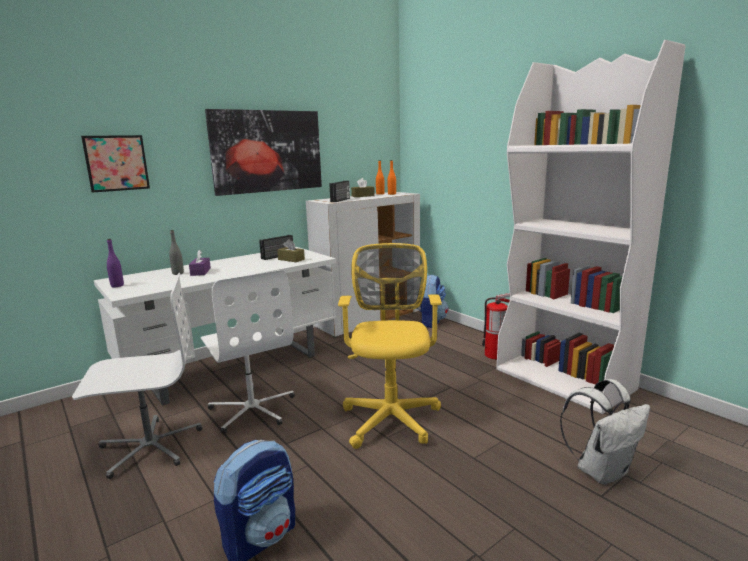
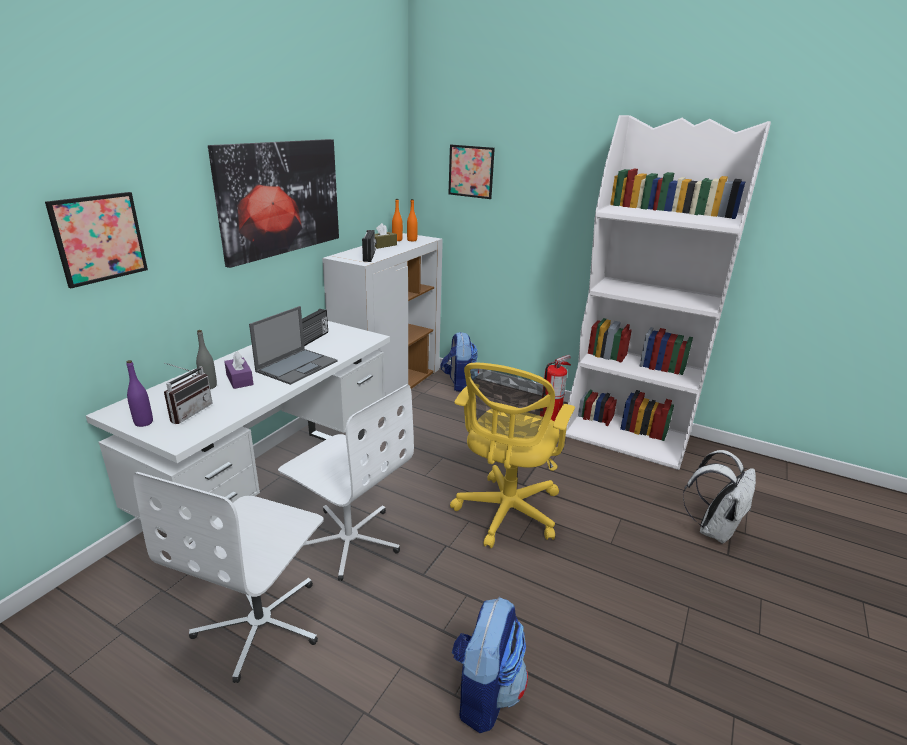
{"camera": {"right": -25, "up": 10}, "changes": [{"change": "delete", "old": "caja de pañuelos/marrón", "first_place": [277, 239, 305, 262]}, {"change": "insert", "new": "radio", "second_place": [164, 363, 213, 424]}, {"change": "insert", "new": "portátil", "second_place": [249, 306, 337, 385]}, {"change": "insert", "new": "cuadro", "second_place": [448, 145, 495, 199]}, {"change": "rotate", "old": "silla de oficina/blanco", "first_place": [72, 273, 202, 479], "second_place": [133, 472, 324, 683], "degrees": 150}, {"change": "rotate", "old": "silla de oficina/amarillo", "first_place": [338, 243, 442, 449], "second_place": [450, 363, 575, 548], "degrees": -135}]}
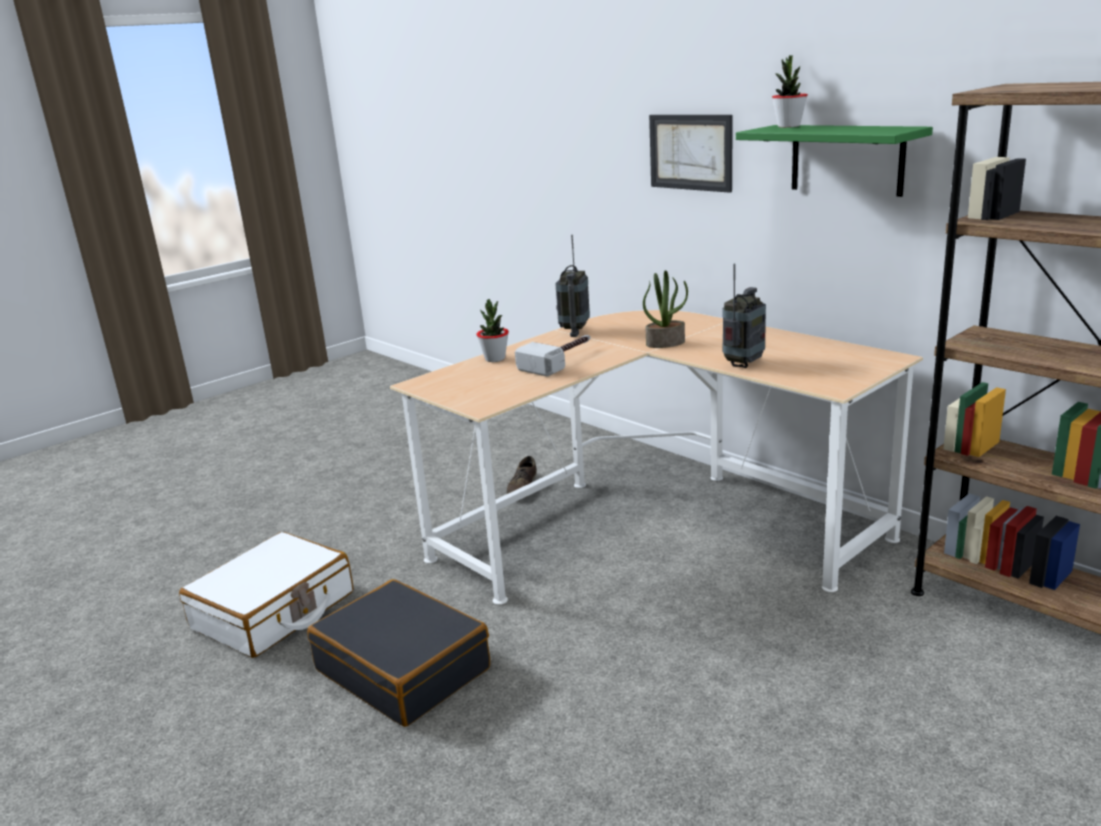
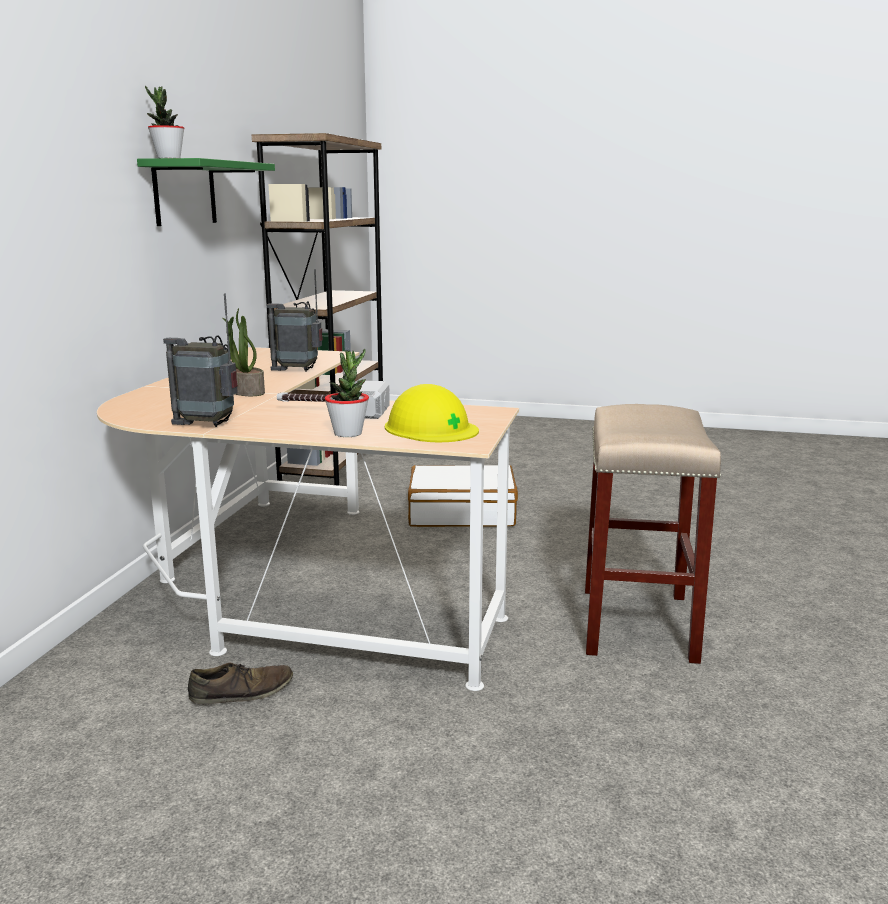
{"camera": {"right": -125, "up": -5}, "changes": [{"change": "delete", "old": "cuadro", "first_place": [649, 115, 733, 193]}, {"change": "insert", "new": "casco/amarillo", "second_place": [385, 384, 479, 442]}, {"change": "move", "old": "maleta/blanco", "first_place": [179, 532, 353, 658], "second_place": [408, 465, 518, 527]}, {"change": "replace", "old": "maleta/negro", "new": "taburete/beis", "first_place": [307, 579, 490, 727], "second_place": [585, 404, 721, 664]}, {"change": "rotate", "old": "radio", "first_place": [555, 235, 590, 337], "second_place": [163, 294, 238, 427], "degrees": -150}]}
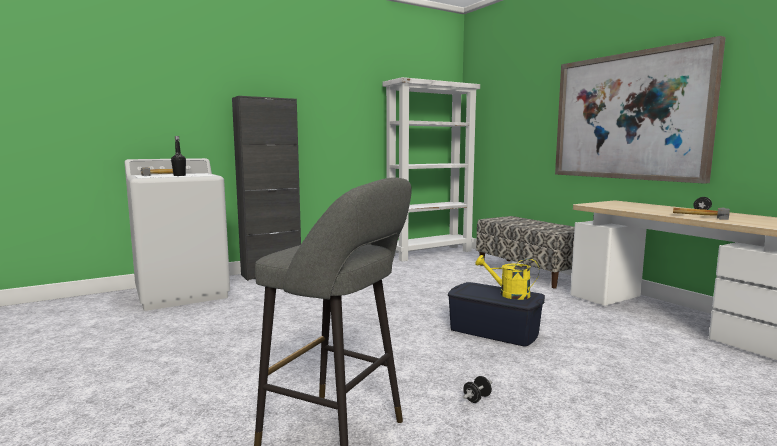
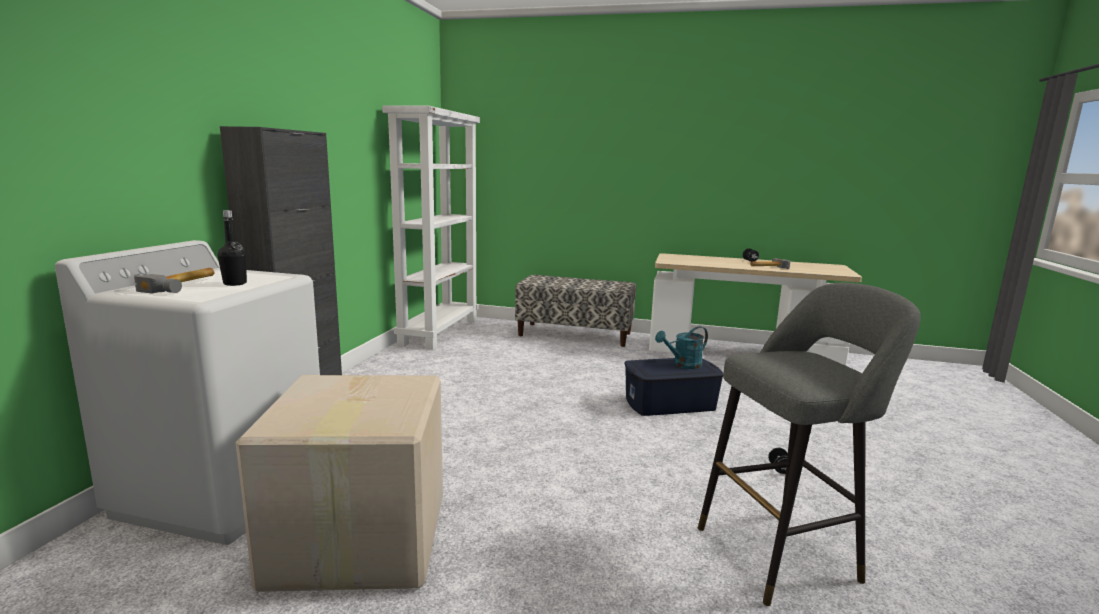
{"camera": {"right": -45, "up": 5}, "changes": [{"change": "delete", "old": "cuadro", "first_place": [555, 36, 726, 184]}, {"change": "insert", "new": "caja de cartón", "second_place": [235, 375, 443, 592]}, {"change": "recolor", "old": "regadera/amarillo", "new": "regadera/turquesa", "first_place": [475, 255, 539, 300], "second_place": [655, 326, 708, 369]}]}
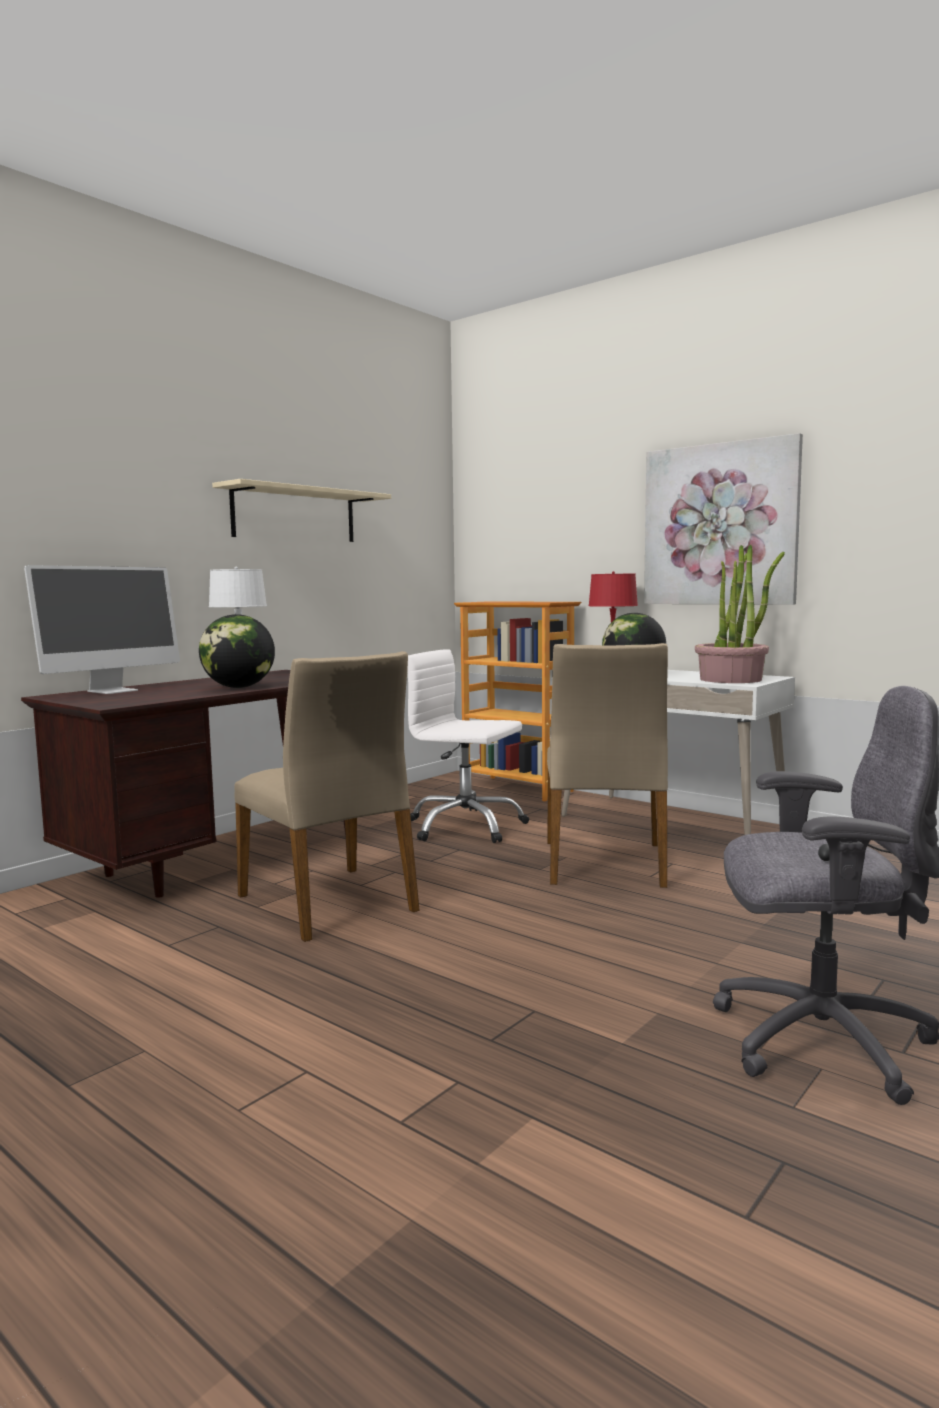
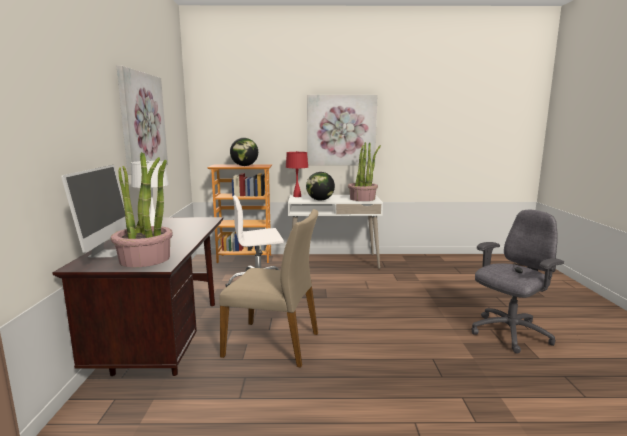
{"camera": {"right": -40, "up": 5}, "changes": [{"change": "delete", "old": "silla/beis", "first_place": [547, 643, 668, 888]}, {"change": "insert", "new": "planta en maceta", "second_place": [111, 152, 173, 267]}, {"change": "move", "old": "globo terráqueo", "first_place": [199, 614, 275, 688], "second_place": [230, 138, 258, 166]}, {"change": "replace", "old": "estante/beis", "new": "cuadro", "first_place": [212, 479, 391, 542], "second_place": [117, 66, 168, 175]}]}
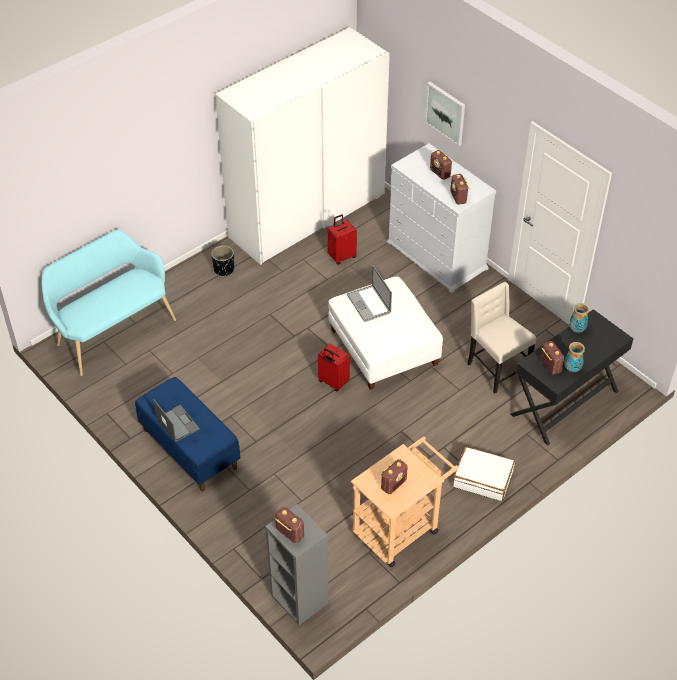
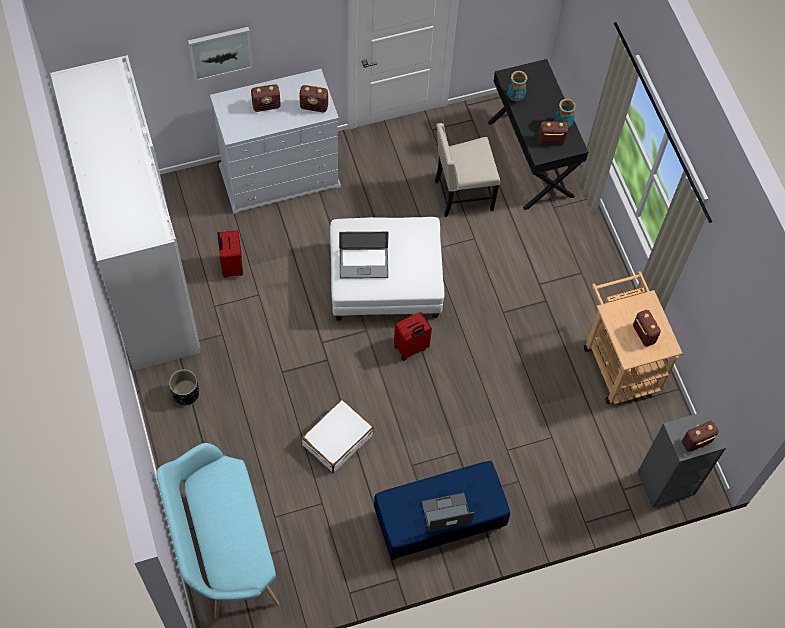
{"camera": {"right": -70, "up": 15}, "changes": [{"change": "move", "old": "maleta/blanco", "first_place": [453, 447, 515, 501], "second_place": [301, 399, 374, 473]}]}
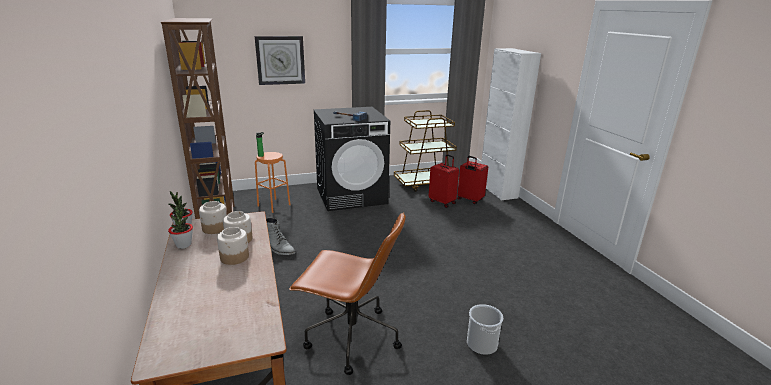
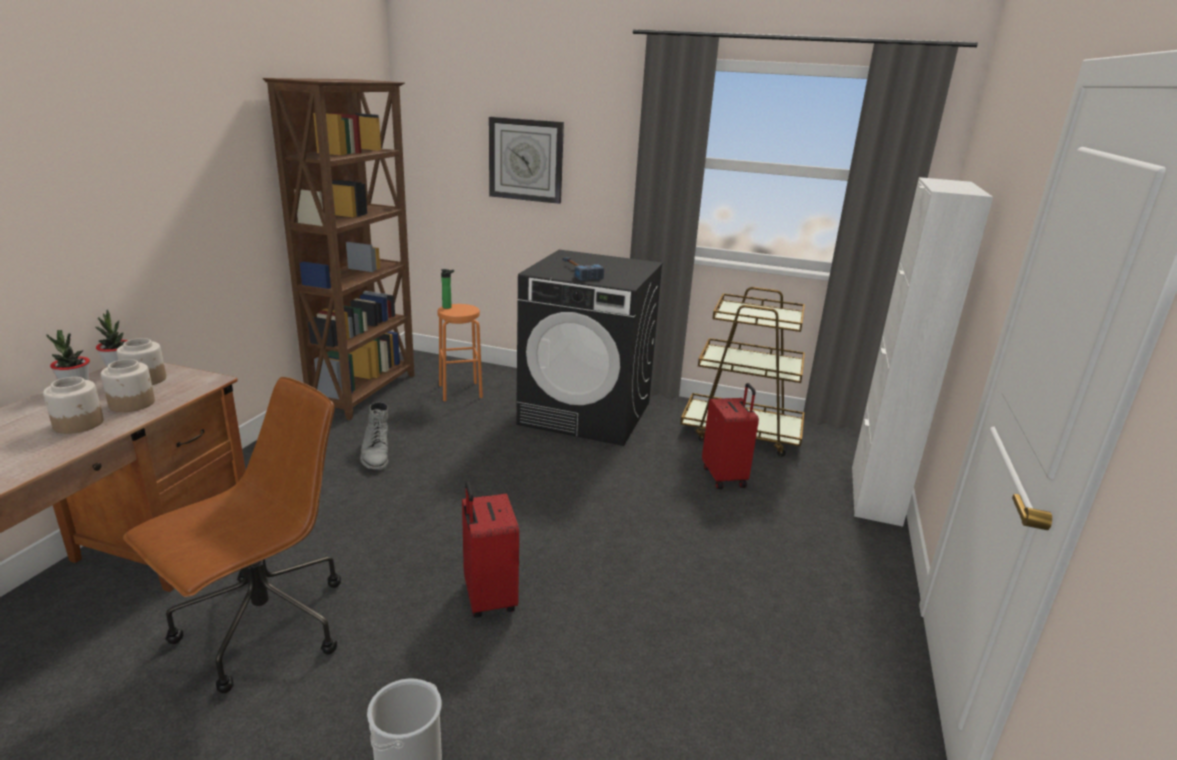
{"camera": {"right": 35, "up": 0}, "changes": [{"change": "move", "old": "maleta/rojo", "first_place": [457, 156, 488, 204], "second_place": [462, 482, 519, 618]}, {"change": "rotate", "old": "silla de oficina/marrón", "first_place": [289, 212, 406, 375], "second_place": [123, 377, 341, 693], "degrees": -105}]}
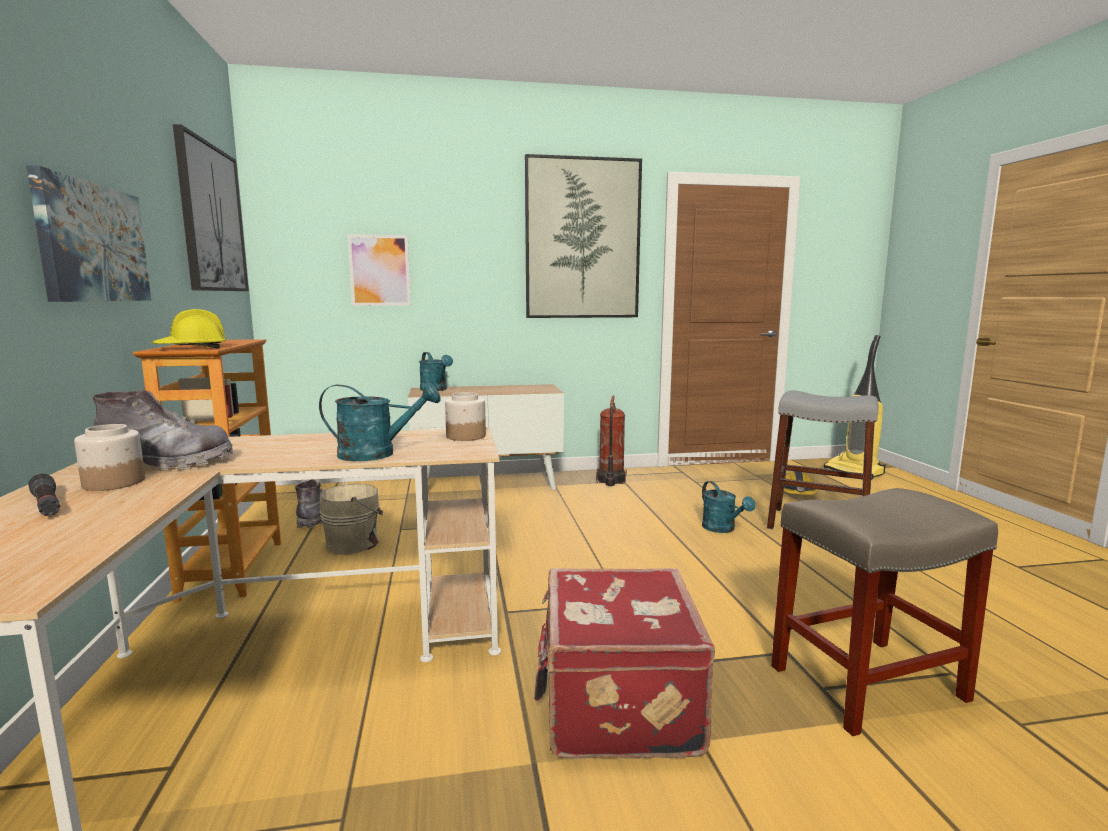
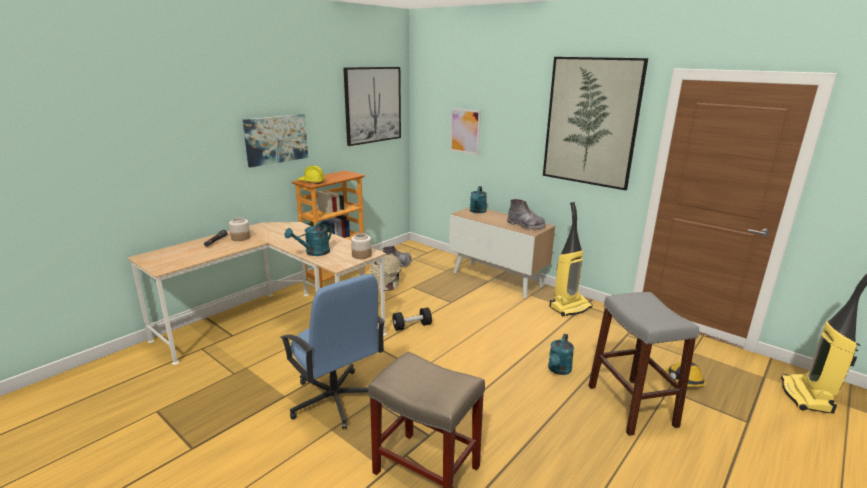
{"camera": {"right": 50, "up": 10}, "changes": [{"change": "insert", "new": "mancuerna/negro", "second_place": [393, 307, 432, 331]}, {"change": "move", "old": "bota/gris", "first_place": [92, 389, 234, 470], "second_place": [507, 199, 546, 230]}, {"change": "replace", "old": "maleta/rojo", "new": "silla de oficina/azul", "first_place": [534, 568, 715, 759], "second_place": [280, 274, 385, 429]}, {"change": "replace", "old": "extintor", "new": "aspiradora", "first_place": [596, 396, 627, 486], "second_place": [549, 202, 593, 316]}, {"change": "rotate", "old": "regadera/turquesa", "first_place": [319, 382, 441, 461], "second_place": [284, 220, 332, 256], "degrees": 90}]}
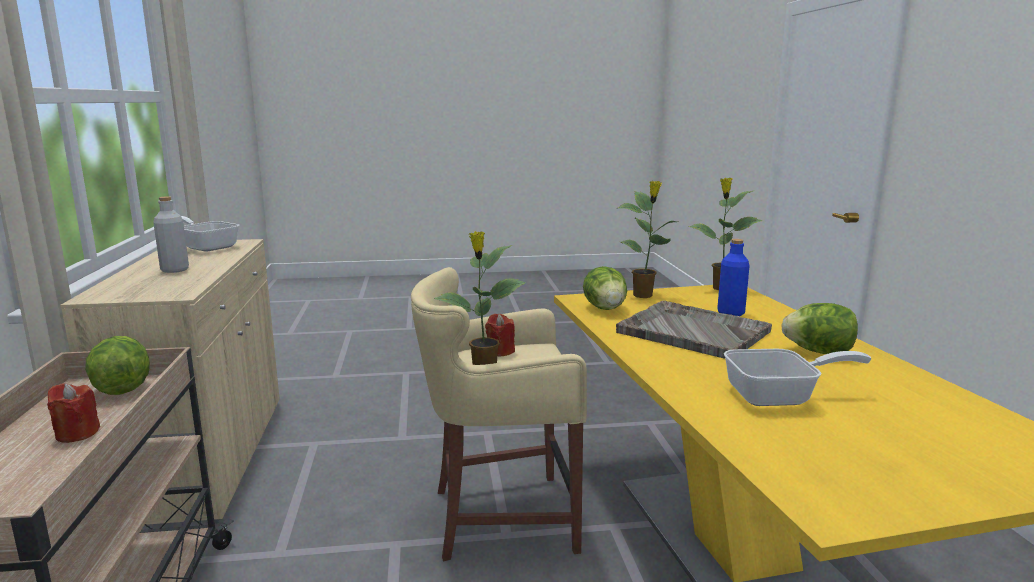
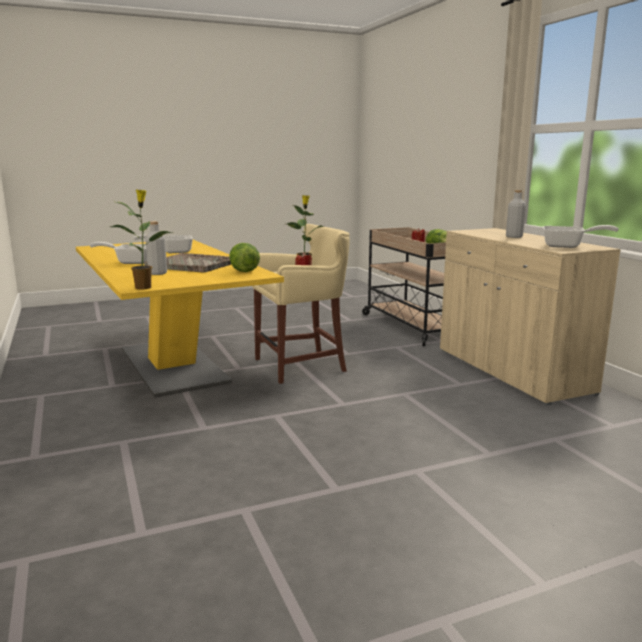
{"camera": {"right": 165, "up": 0}, "changes": [{"change": "delete", "old": "planta en maceta", "first_place": [618, 181, 677, 298]}, {"change": "replace", "old": "lechuga", "new": "sartén", "first_place": [781, 303, 858, 354], "second_place": [89, 242, 147, 264]}, {"change": "recolor", "old": "botella/azul", "new": "botella/gris", "first_place": [717, 239, 750, 316], "second_place": [146, 221, 167, 275]}]}
